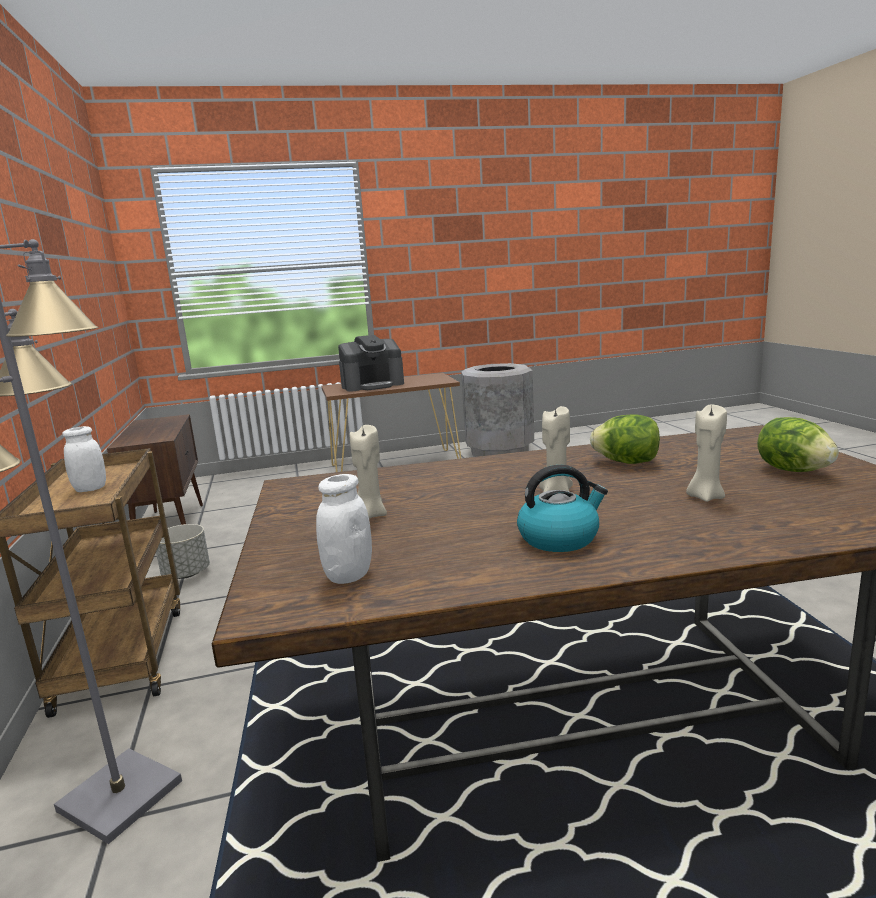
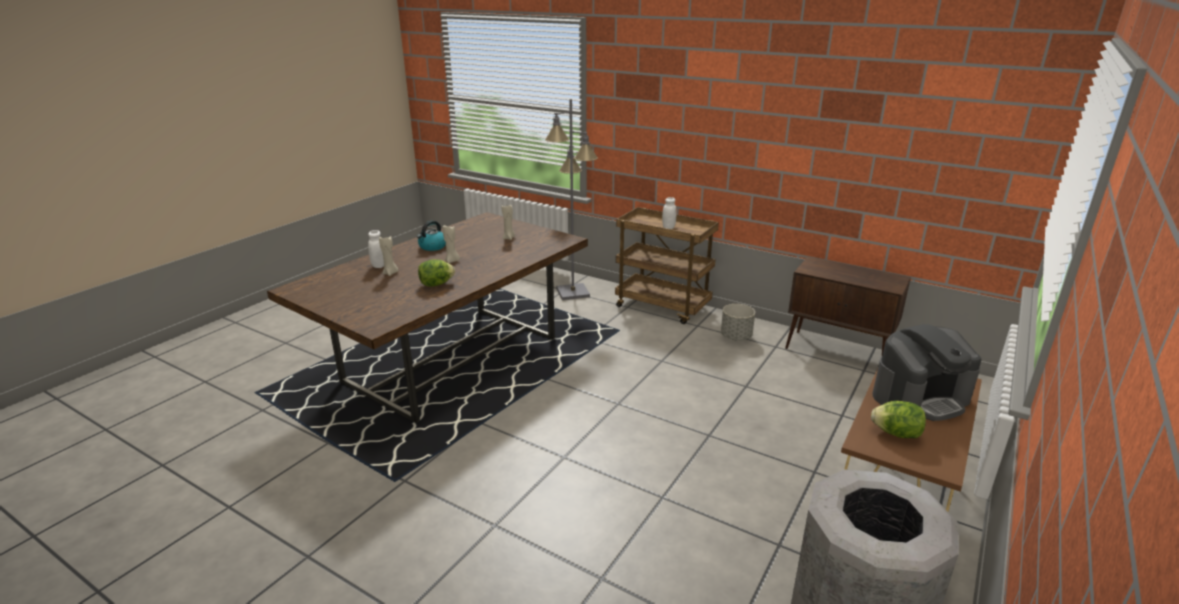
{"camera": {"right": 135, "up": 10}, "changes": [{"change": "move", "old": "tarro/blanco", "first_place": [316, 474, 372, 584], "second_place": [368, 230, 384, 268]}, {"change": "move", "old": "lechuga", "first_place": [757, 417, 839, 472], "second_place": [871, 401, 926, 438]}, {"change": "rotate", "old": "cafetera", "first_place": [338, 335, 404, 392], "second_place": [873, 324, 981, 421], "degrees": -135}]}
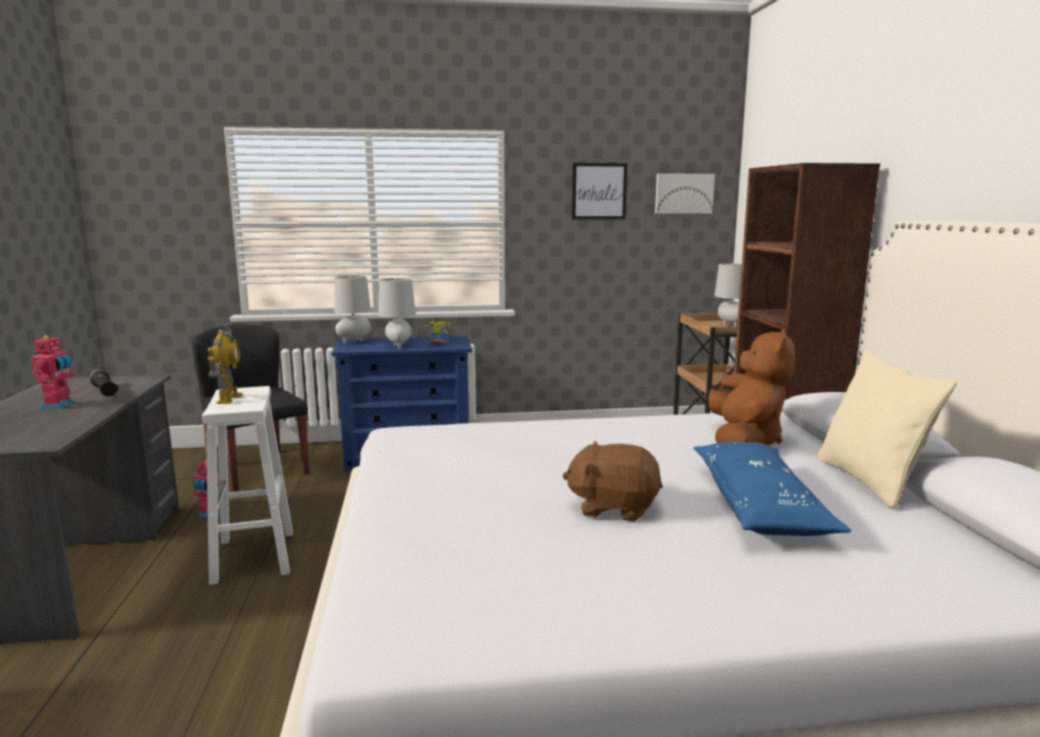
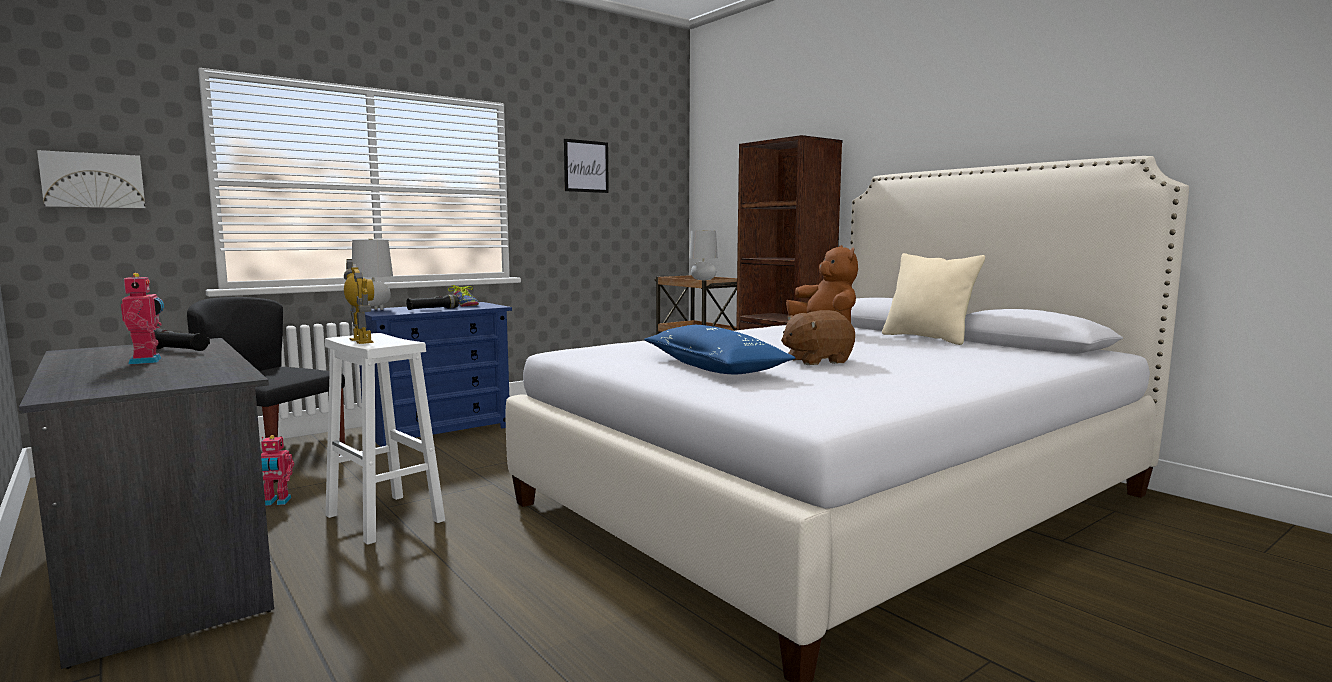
{"camera": {"right": -30, "up": -5}, "changes": [{"change": "move", "old": "cuadro", "first_place": [655, 173, 715, 214], "second_place": [37, 150, 145, 208]}, {"change": "move", "old": "cojín/azul", "first_place": [694, 442, 851, 536], "second_place": [644, 325, 796, 374]}, {"change": "replace", "old": "lámpara de mesa/gris", "new": "linterna/negro", "first_place": [378, 278, 416, 349], "second_place": [406, 295, 459, 310]}]}
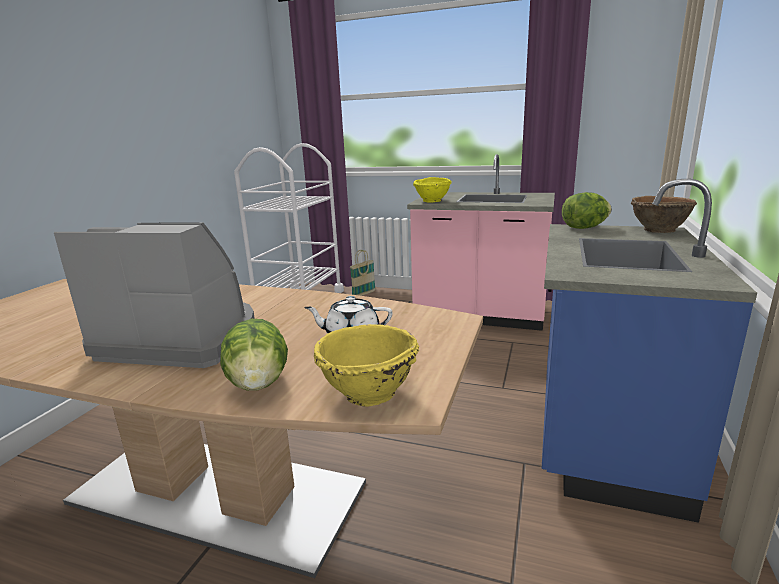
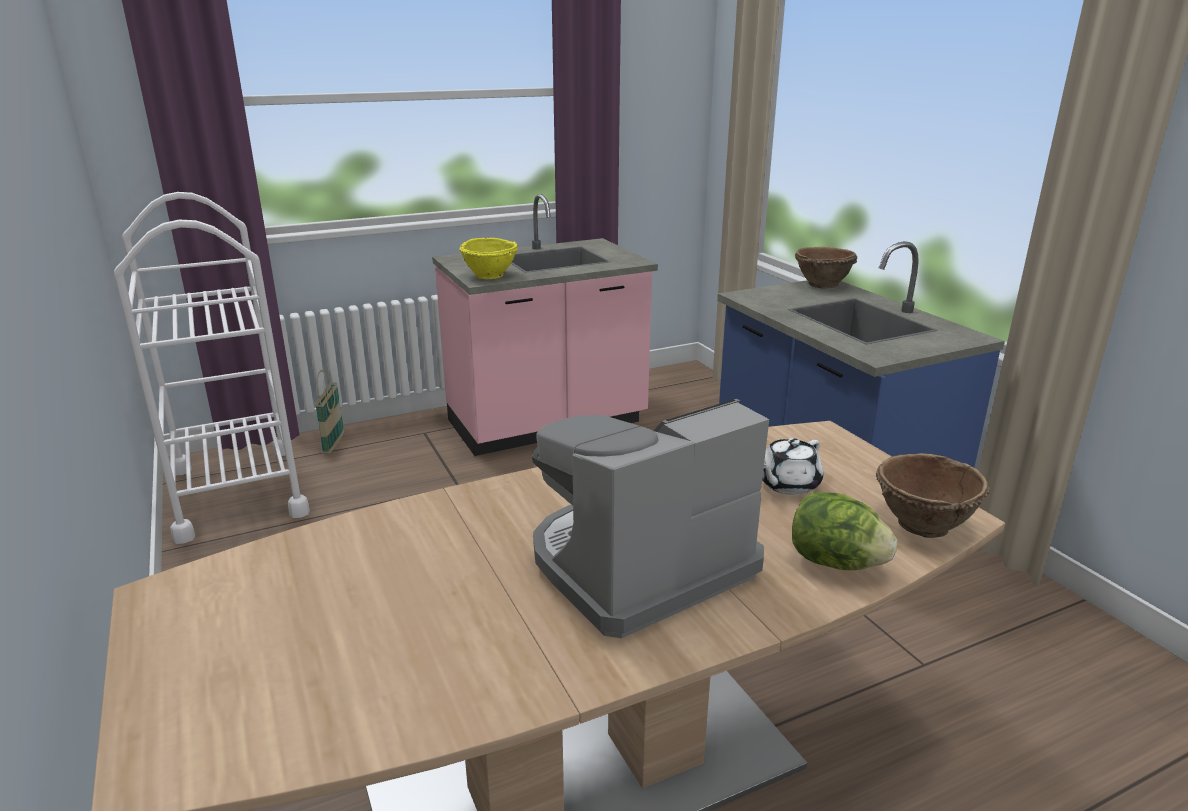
{"camera": {"right": -45, "up": 5}, "changes": [{"change": "delete", "old": "lechuga", "first_place": [562, 192, 612, 229]}, {"change": "recolor", "old": "cuenco/amarillo", "new": "cuenco/marrón", "first_place": [314, 324, 419, 407], "second_place": [876, 453, 990, 538]}]}
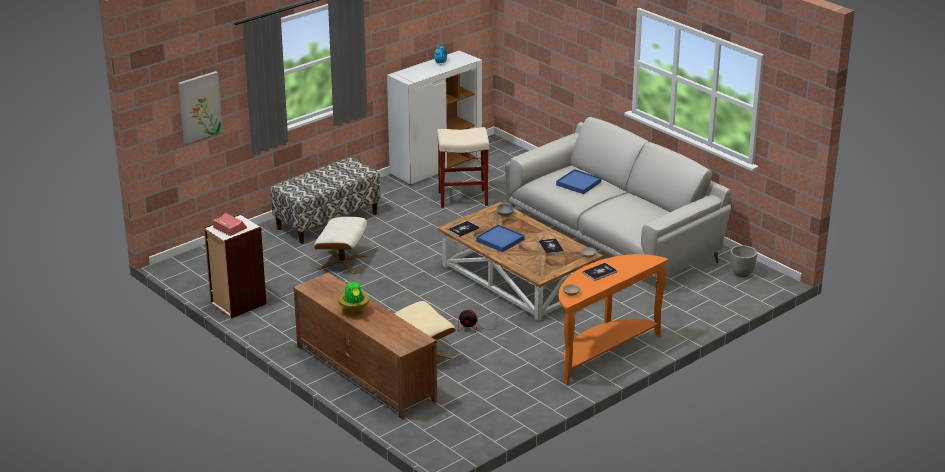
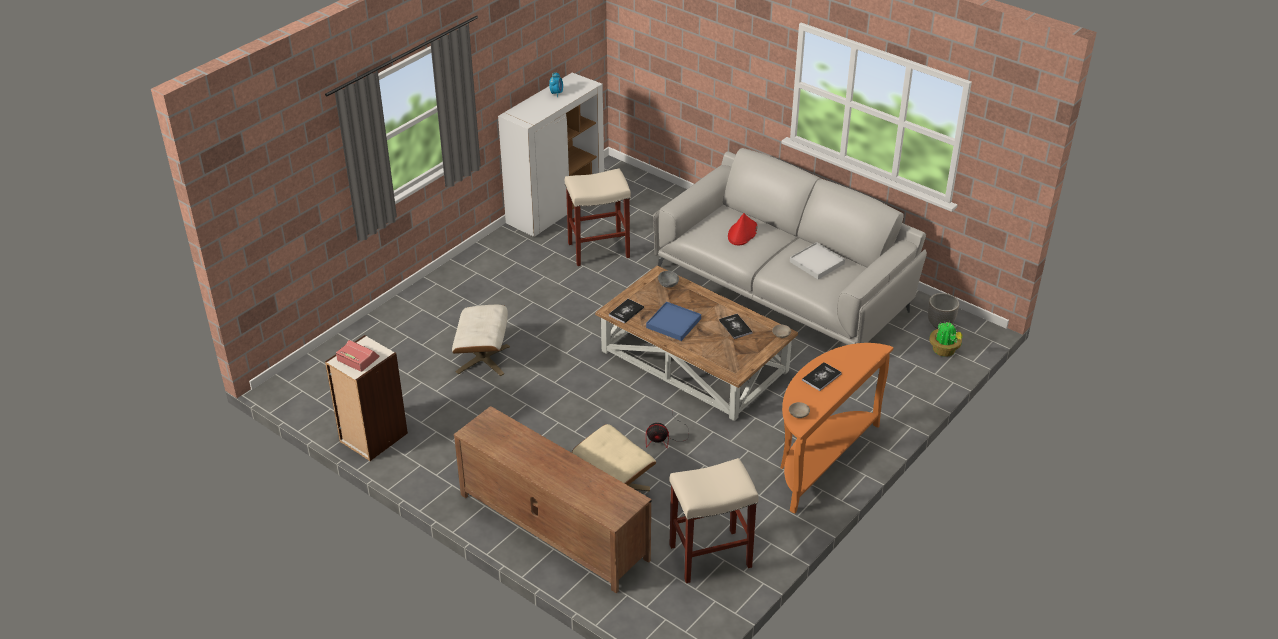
{"camera": {"right": -10, "up": 10}, "changes": [{"change": "delete", "old": "cuadro", "first_place": [178, 71, 223, 144]}, {"change": "delete", "old": "banco", "first_place": [271, 157, 381, 244]}, {"change": "insert", "new": "taburete/beis", "second_place": [669, 458, 759, 583]}, {"change": "insert", "new": "bandeja/blanco", "second_place": [790, 242, 845, 279]}, {"change": "move", "old": "planta en maceta", "first_place": [338, 281, 369, 316], "second_place": [929, 321, 963, 357]}, {"change": "replace", "old": "bandeja/azul", "new": "sombrero/rojo", "first_place": [556, 169, 601, 194], "second_place": [728, 213, 757, 245]}]}
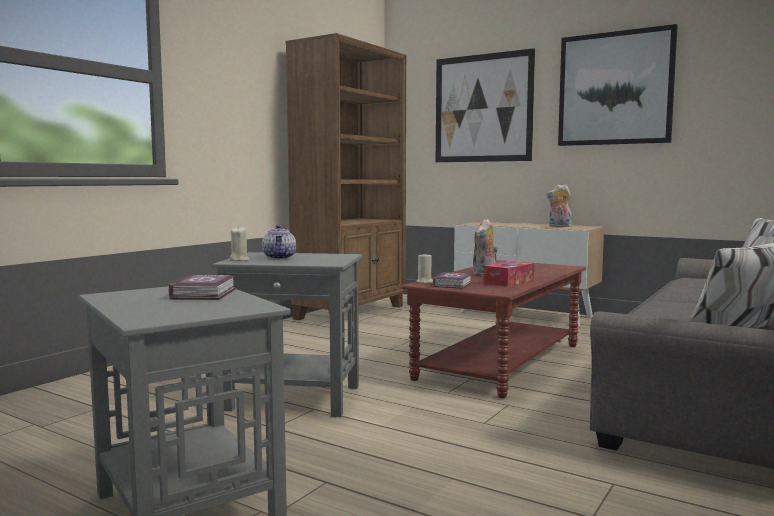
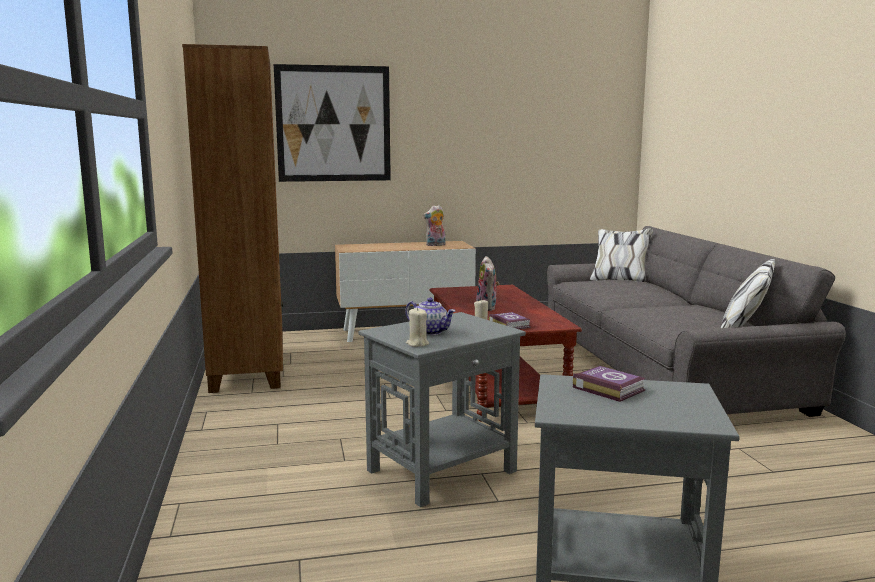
{"camera": {"right": -45, "up": 5}, "changes": [{"change": "delete", "old": "caja de pañuelos", "first_place": [483, 261, 534, 287]}, {"change": "delete", "old": "cuadro", "first_place": [558, 24, 678, 146]}]}
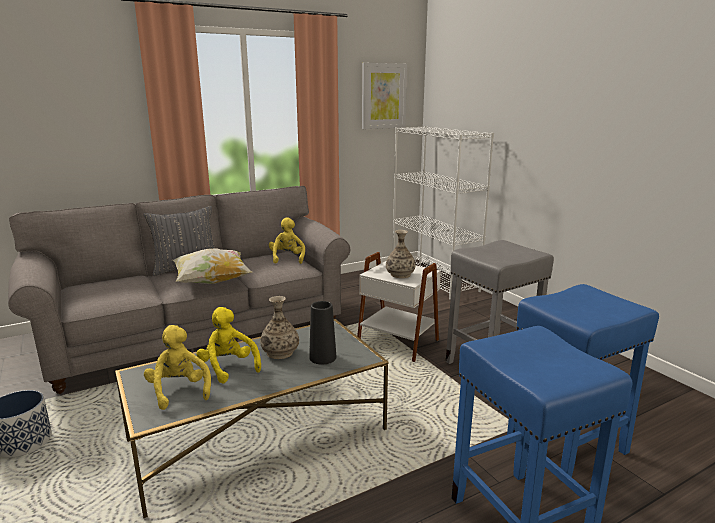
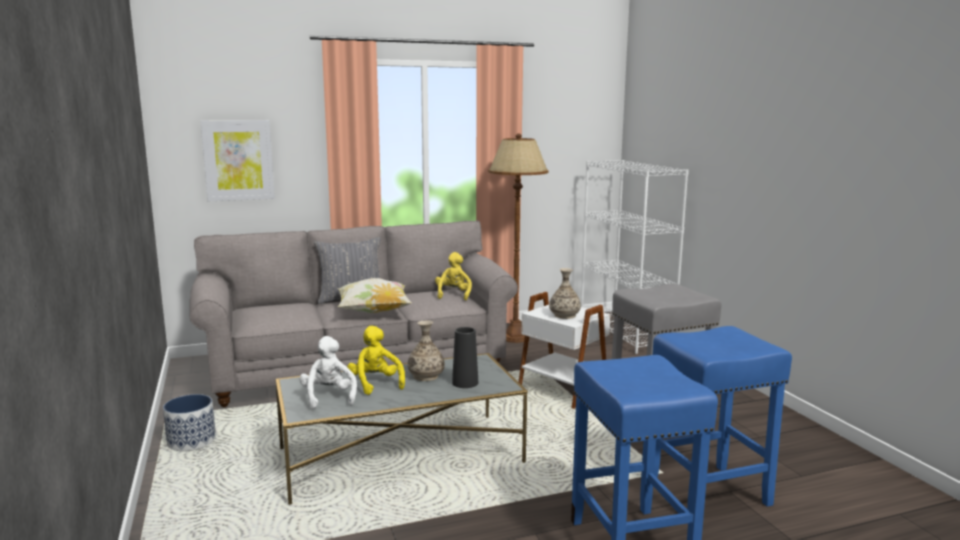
{"camera": {"right": 10, "up": -5}, "changes": [{"change": "insert", "new": "lámpara de pie/marrón", "second_place": [488, 134, 549, 343]}, {"change": "move", "old": "cuadro", "first_place": [362, 63, 407, 129], "second_place": [200, 120, 275, 201]}, {"change": "recolor", "old": "peluche/amarillo", "new": "peluche/blanco", "first_place": [144, 325, 211, 410], "second_place": [299, 336, 357, 409]}]}
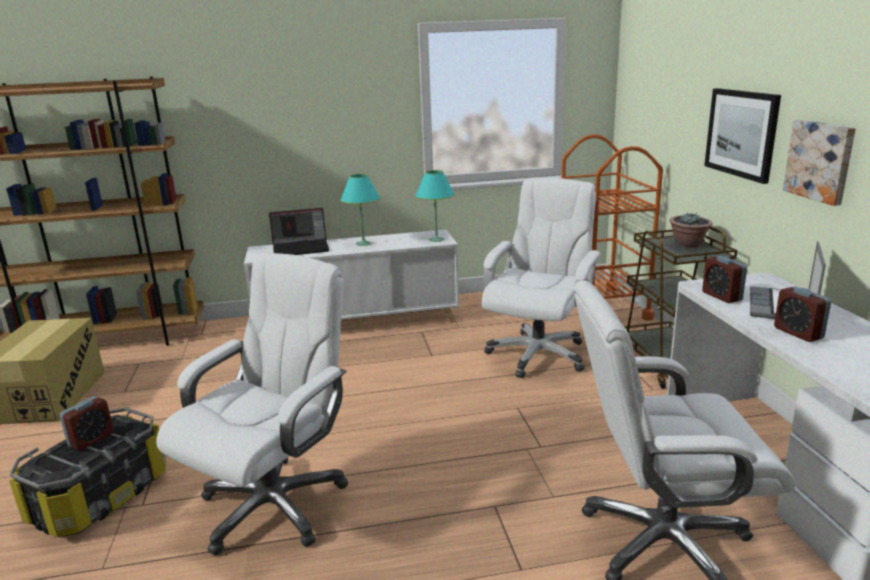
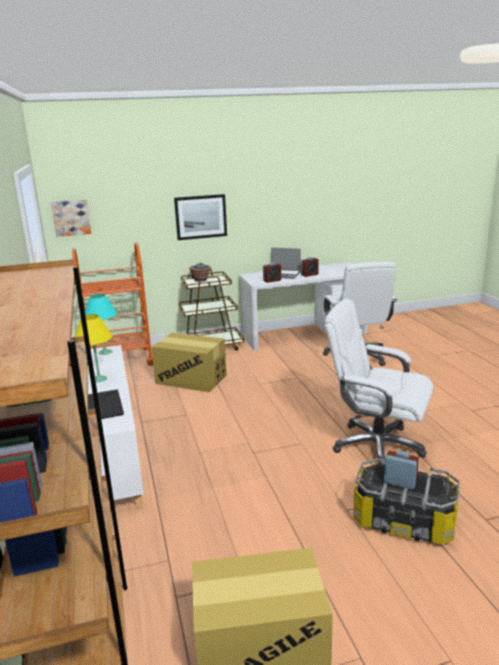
{"camera": {"right": -95, "up": 0}, "changes": [{"change": "move", "old": "cuadro", "first_place": [783, 120, 856, 206], "second_place": [51, 199, 91, 237]}, {"change": "replace", "old": "silla de oficina/blanco", "new": "caja de cartón", "first_place": [482, 178, 601, 378], "second_place": [151, 332, 227, 392]}, {"change": "recolor", "old": "lámpara de mesa/turquesa", "new": "lámpara de mesa/amarillo", "first_place": [340, 174, 380, 246], "second_place": [75, 314, 113, 382]}]}
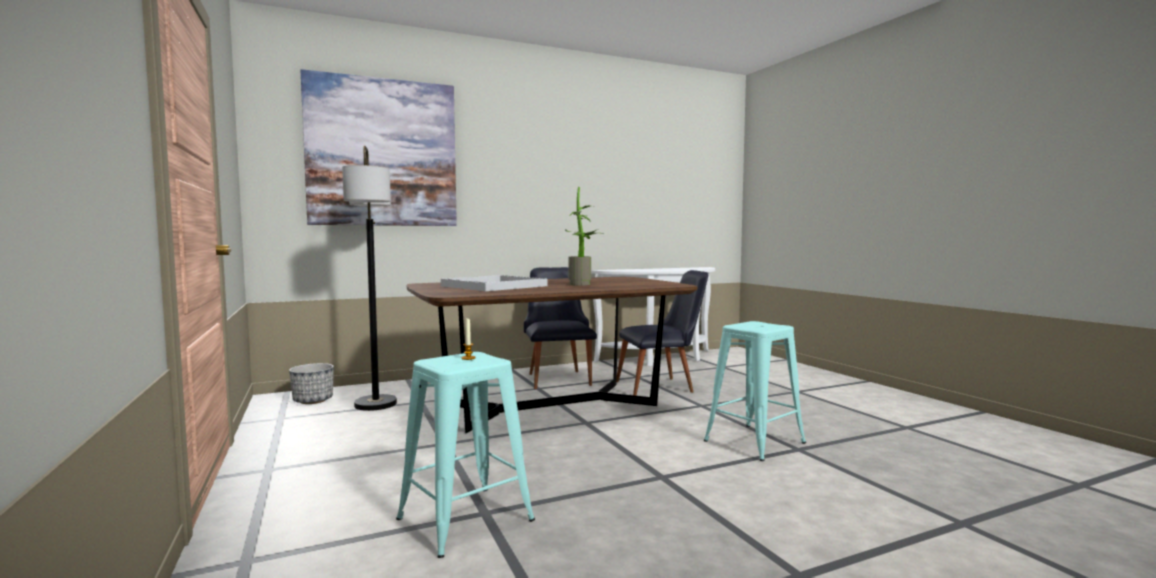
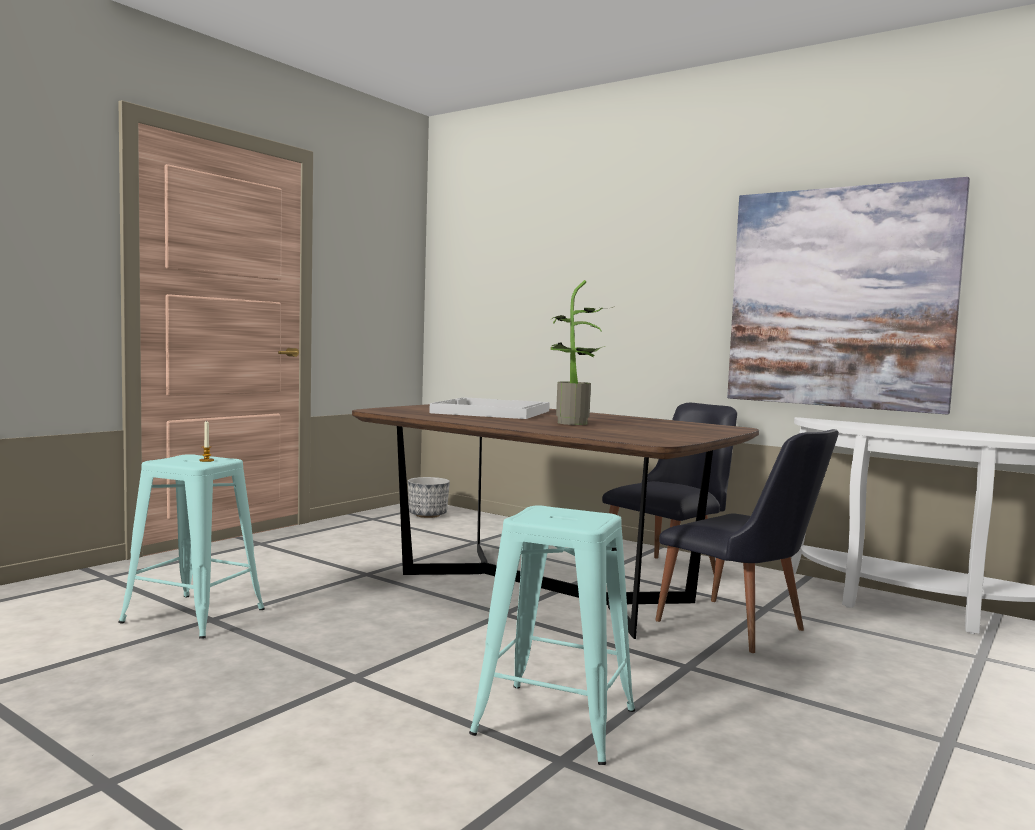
{"camera": {"right": 60, "up": 0}, "changes": [{"change": "delete", "old": "lámpara de pie", "first_place": [342, 145, 397, 411]}, {"change": "move", "old": "cuadro", "first_place": [300, 69, 457, 226], "second_place": [727, 177, 970, 414]}]}
